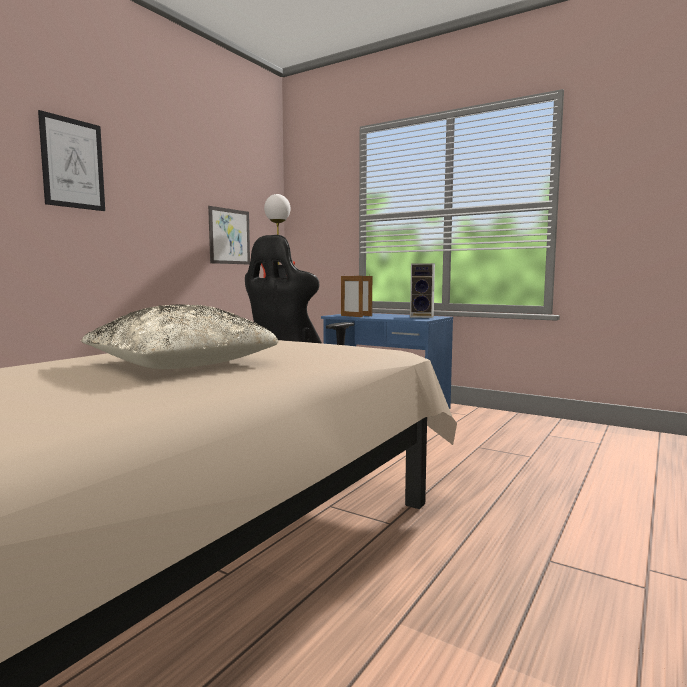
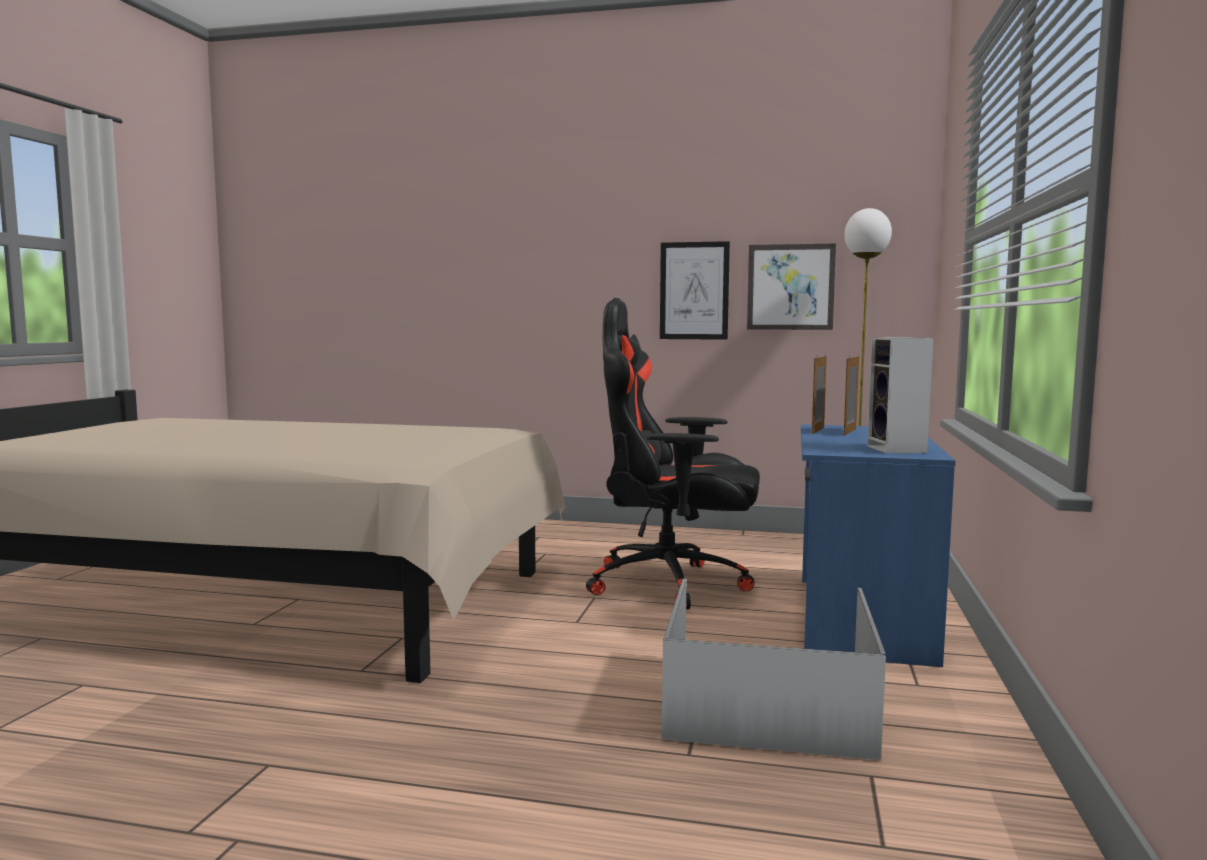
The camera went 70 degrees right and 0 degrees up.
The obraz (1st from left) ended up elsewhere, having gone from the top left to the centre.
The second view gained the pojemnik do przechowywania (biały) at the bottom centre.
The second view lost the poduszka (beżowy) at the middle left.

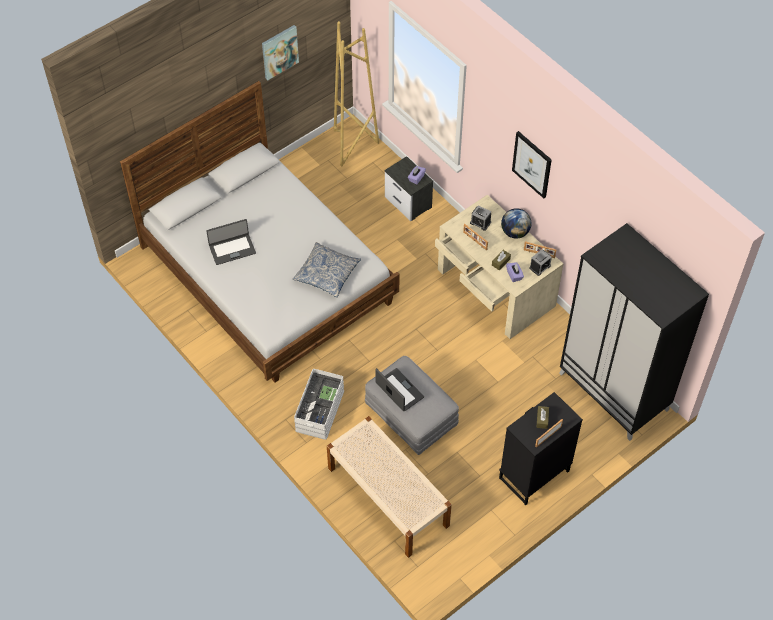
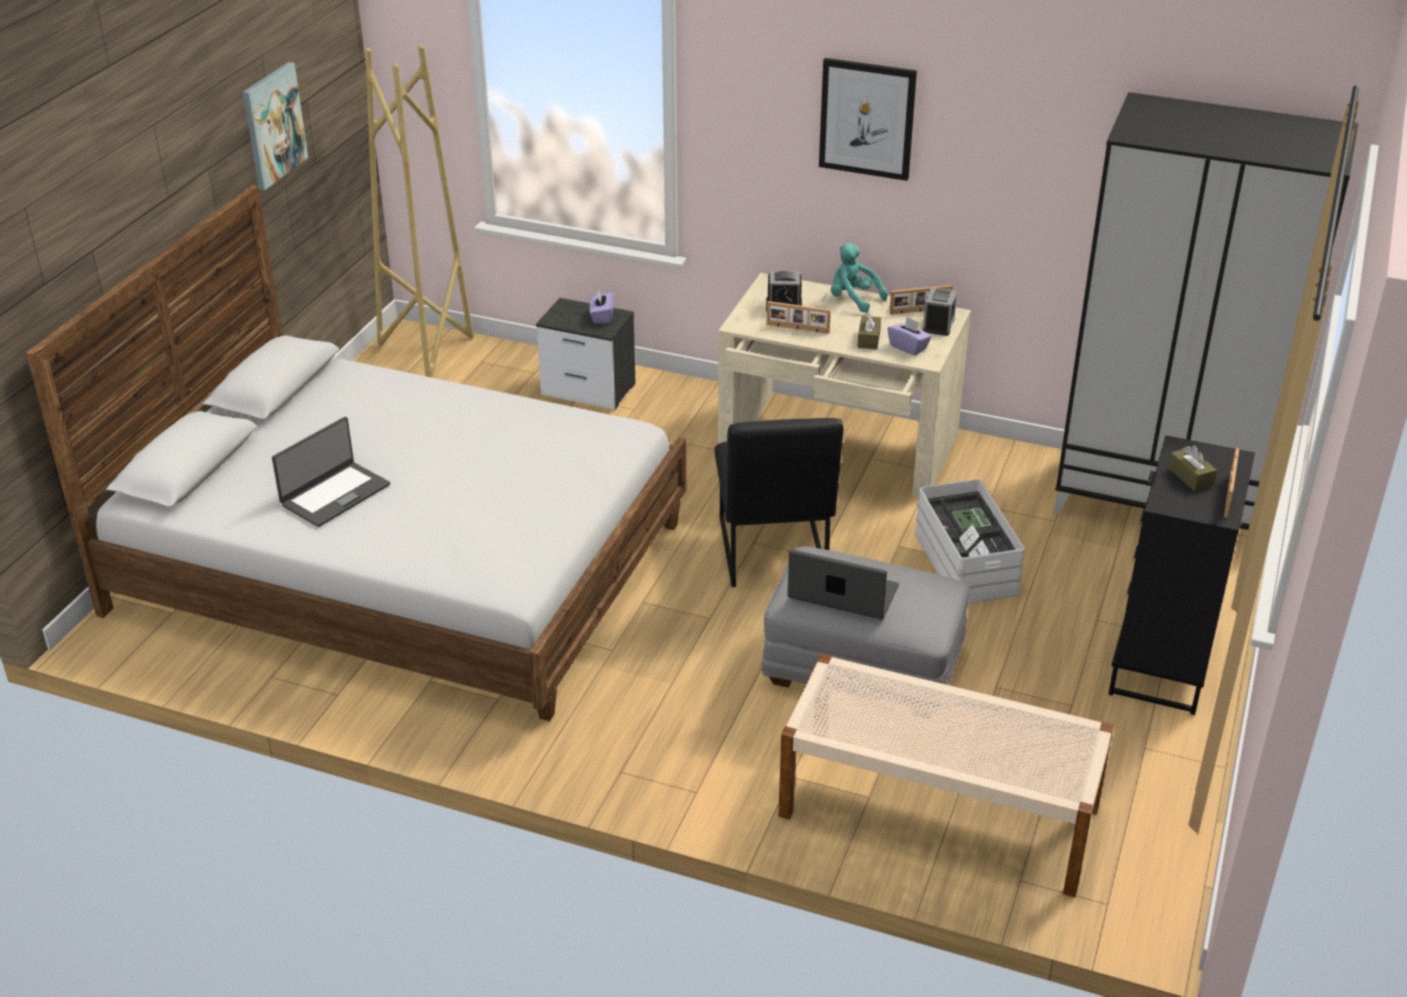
The camera went 30 degrees left and 20 degrees down.
The second view gained the krzesło (czarny) at the centre.
Where the globus stood at the middle right, the pluszak (turkusowy) came to stand at the top centre.
The pojemnik do przechowywania (biały) ended up elsewhere, having gone from the centre to the middle right.
The second view lost the poduszka at the centre.

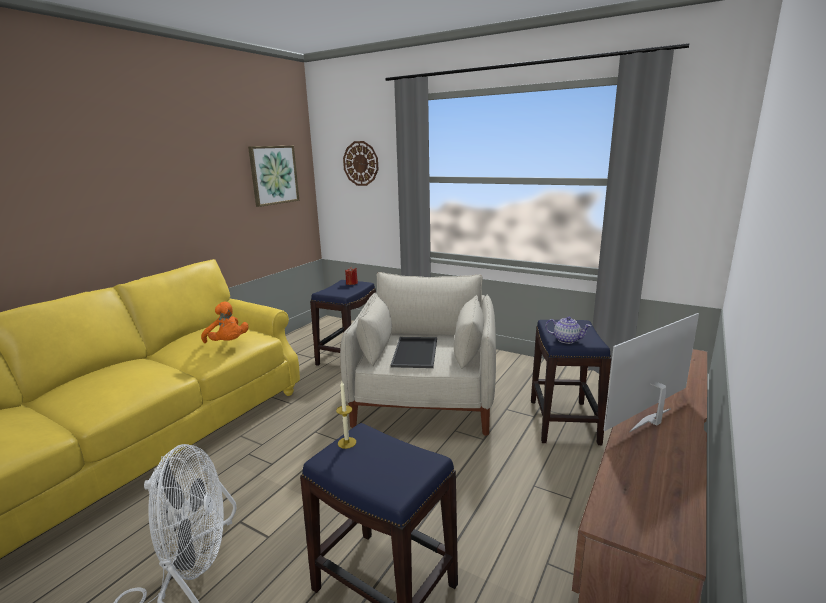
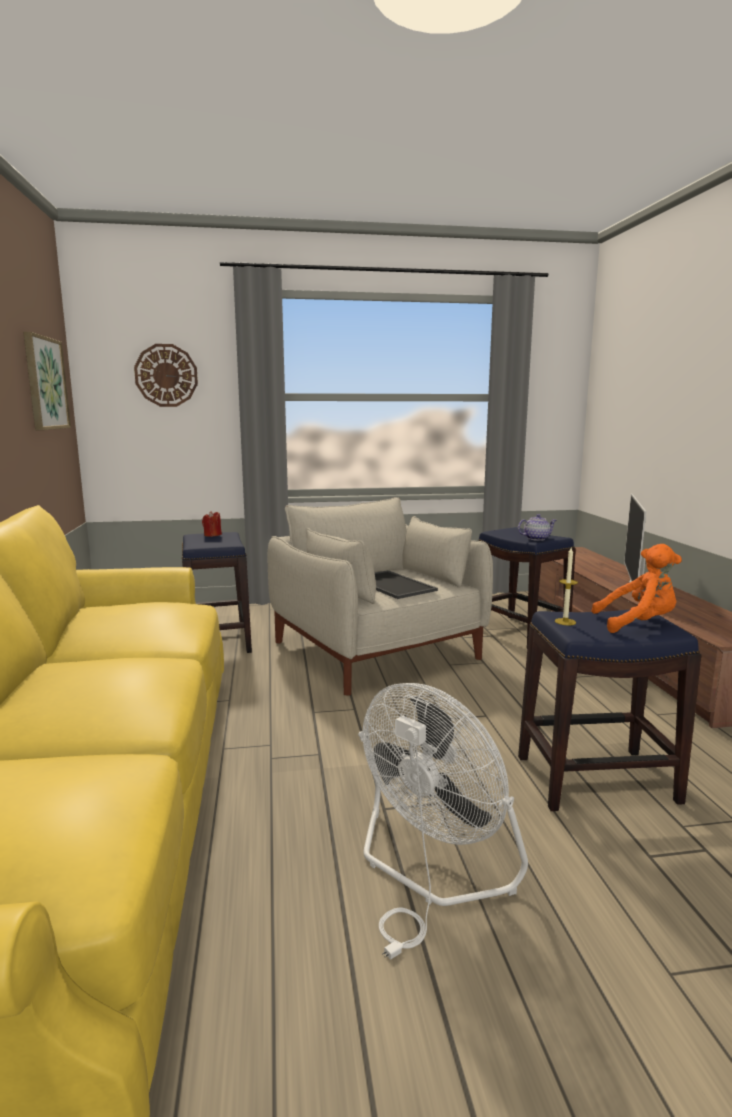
The camera went 40 degrees left and 5 degrees down.
The pluszak (pomarańczowy) ended up elsewhere, having gone from the middle left to the middle right.

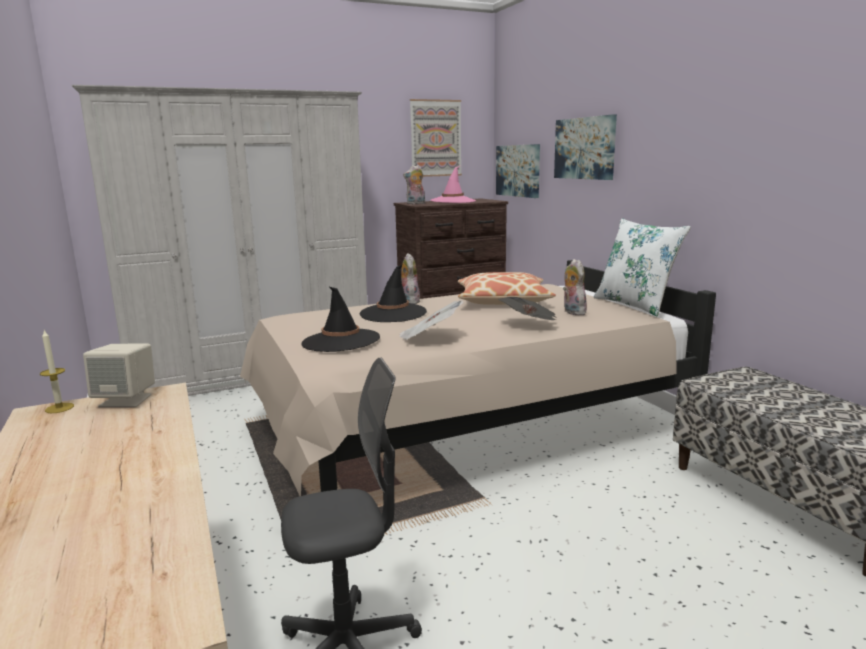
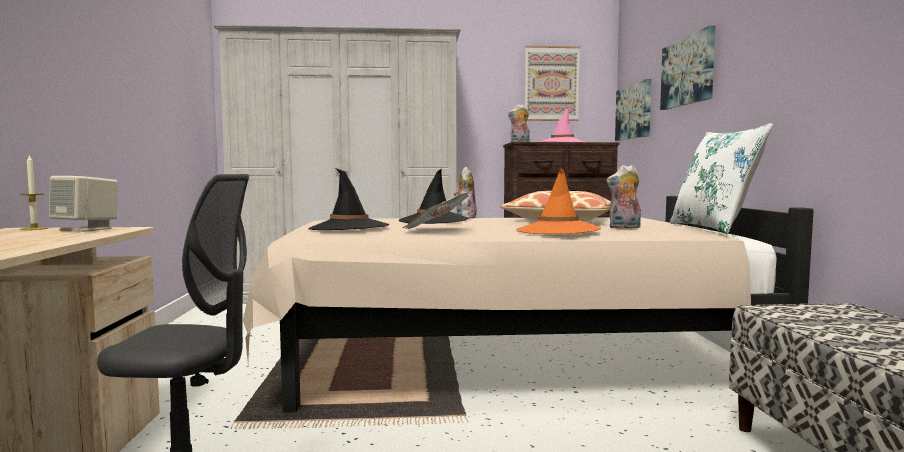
The camera went 20 degrees right and 10 degrees down.
Where the gazeta (2nd from left) stood at the centre, the kapelusz (pomarańczowy) came to stand at the centre.
The pluszak (3rd from left) at the centre ended up facing another way, 105 degrees counterclockwise from before.

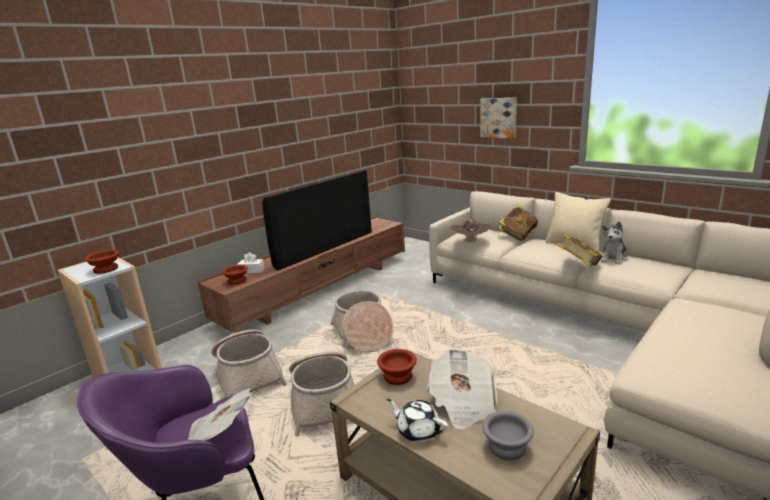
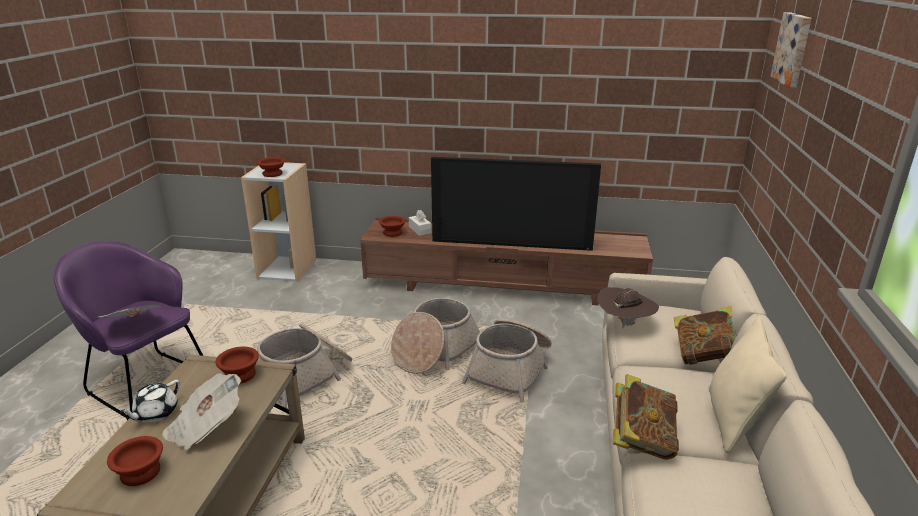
The camera went 55 degrees right and 5 degrees up.
What was the miska (szary) at the bottom centre turned into the miska (brązowy) (1st from left) at the bottom left.
The imbryk (biały) at the bottom centre ended up facing another way, 150 degrees counterclockwise from before.
The koszyk (1st from left in the first image) ended up elsewhere, having gone from the bottom left to the bottom centre.
The obraz ended up elsewhere, having gone from the top centre to the top right.
The second view lost the pluszak at the middle right.

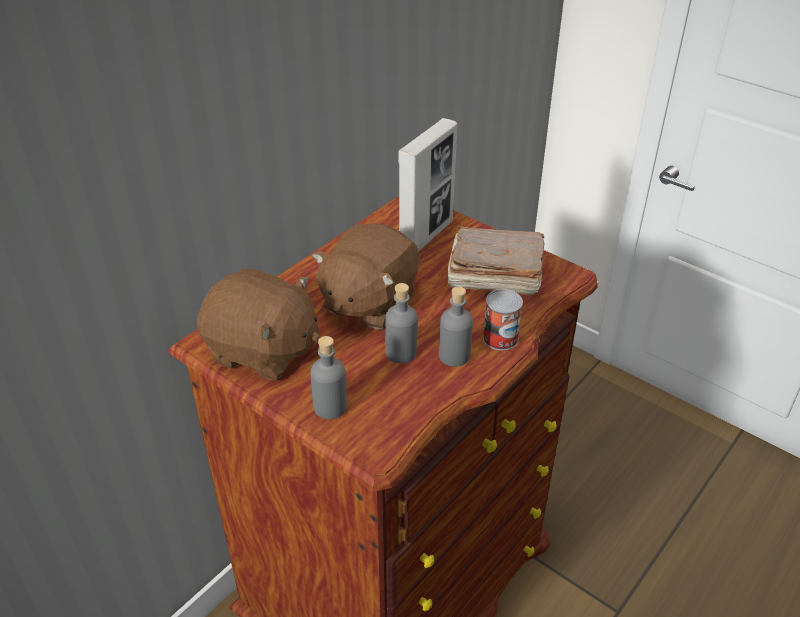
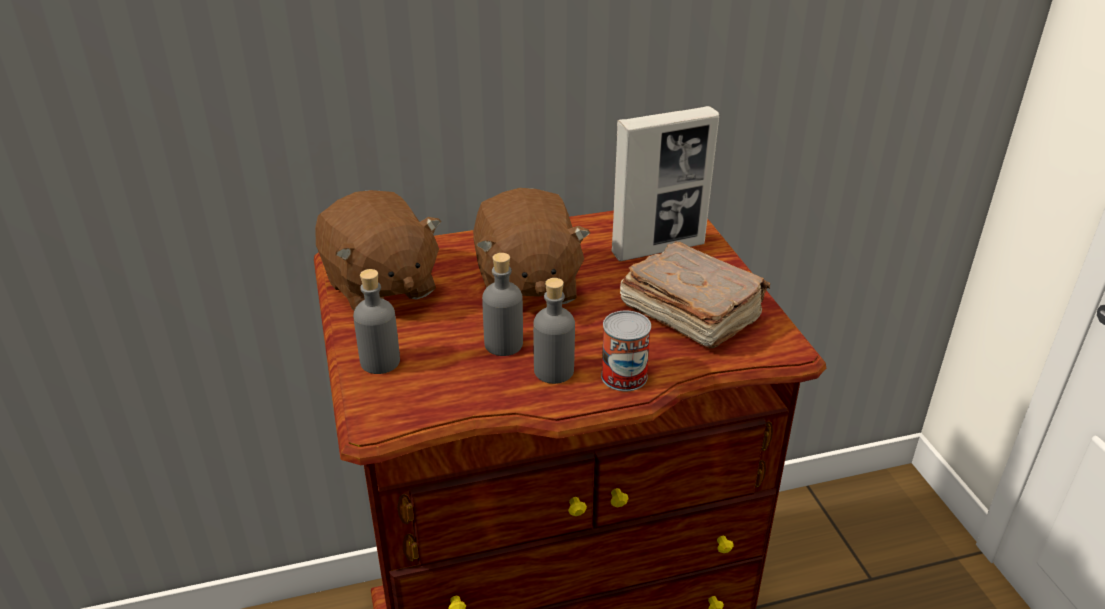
The camera went 35 degrees right and 5 degrees down.
The pluszak (brązowy) (2nd from left) at the centre ended up facing another way, 75 degrees counterclockwise from before.

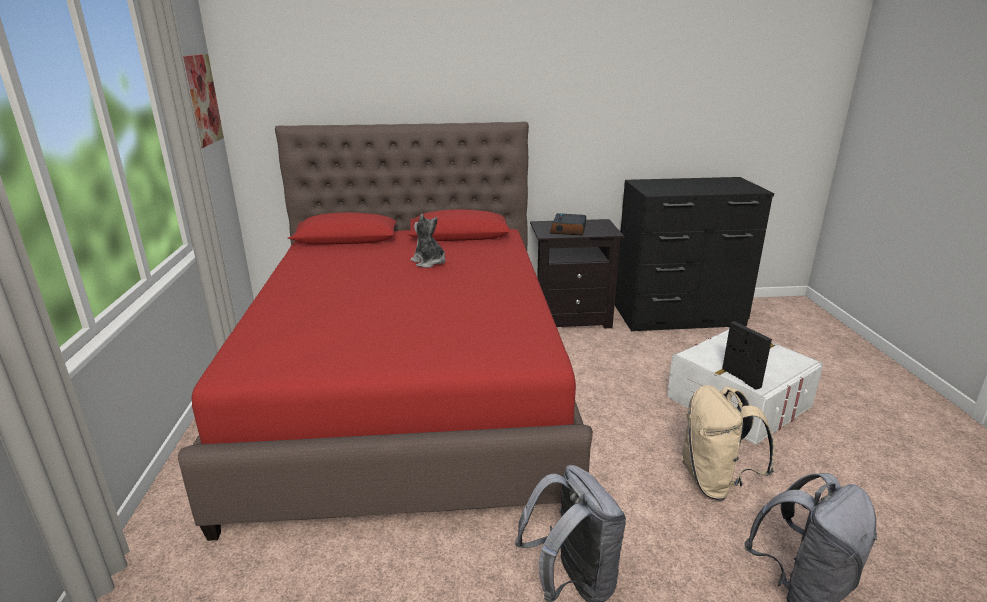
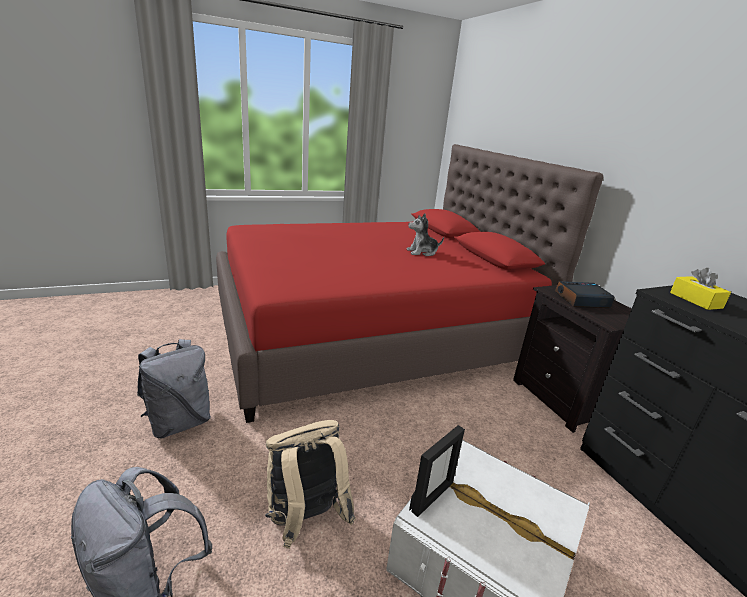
The camera went 70 degrees right and 0 degrees up.
The pluszak at the centre ended up facing another way, 135 degrees counterclockwise from before.
The second view gained the pudełko chusteczek (żółty) at the middle right.
The second view lost the obraz at the top left.

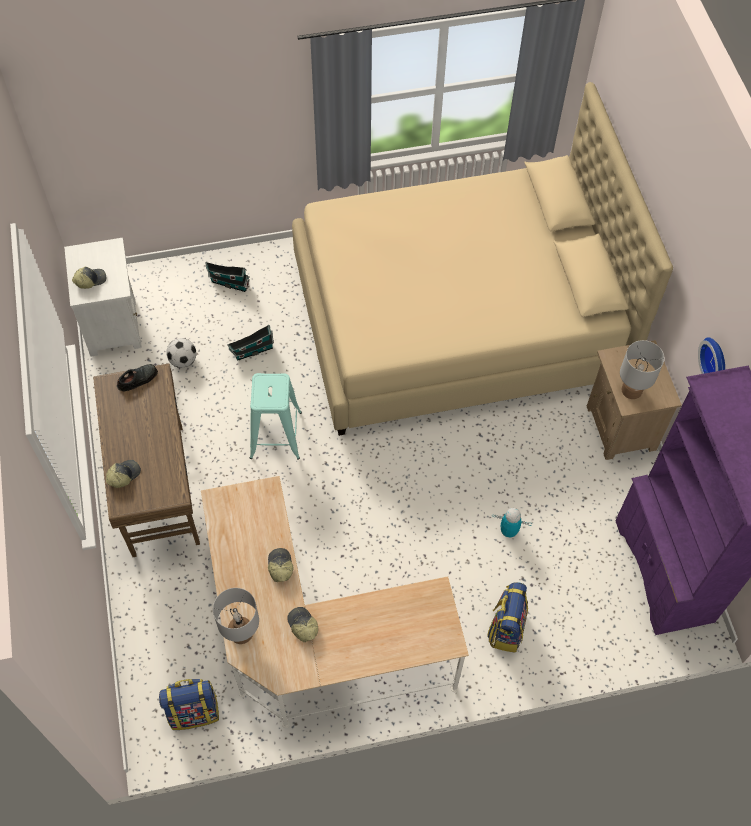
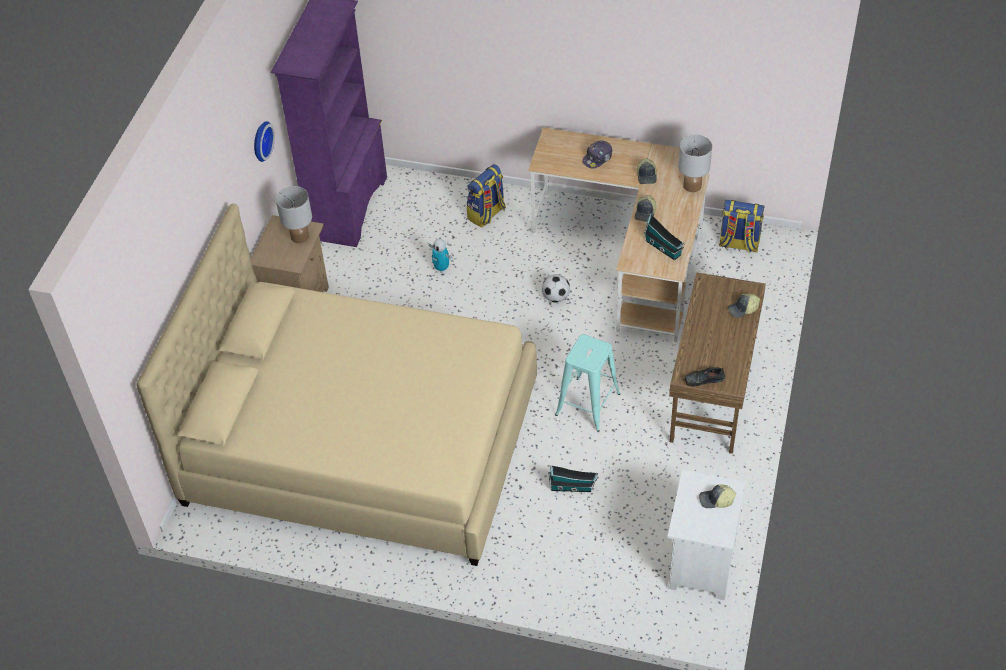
The camera went 150 degrees left and 10 degrees down.
The piłka futbolowa ended up elsewhere, having gone from the middle left to the centre.
The second view gained the czapka z daszkiem (1st from left) at the top centre.
The domek (1st from left in the first image) ended up elsewhere, having gone from the middle left to the centre.

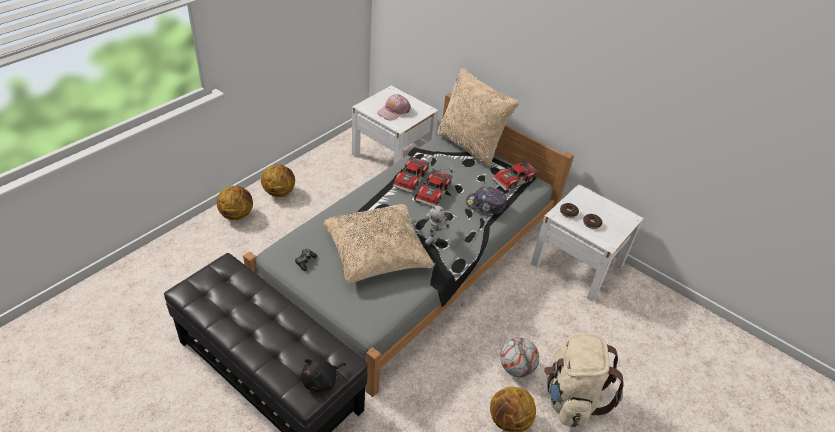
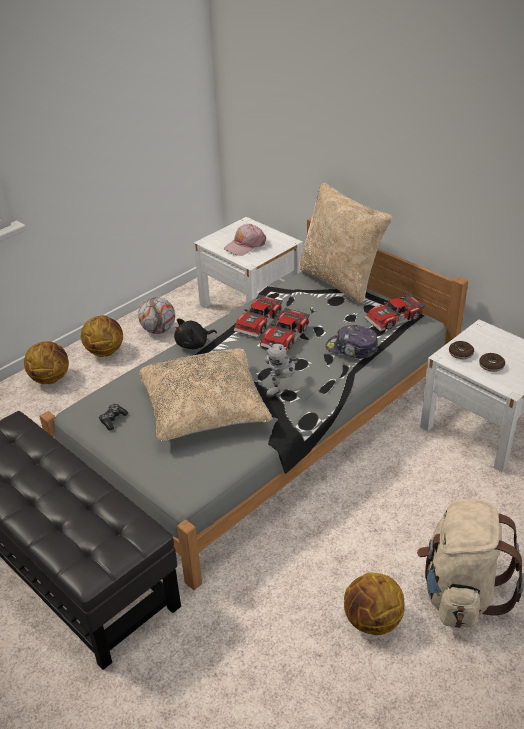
The camera went 10 degrees right and 5 degrees down.
The piłka futbolowa ended up elsewhere, having gone from the bottom centre to the middle left.
The pluszak (czarny) ended up elsewhere, having gone from the bottom centre to the centre.

